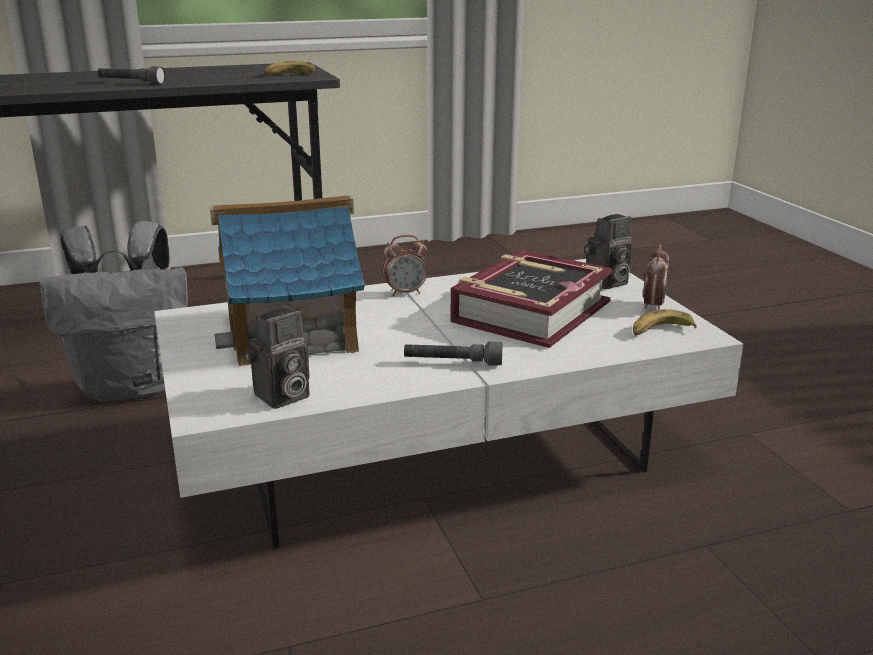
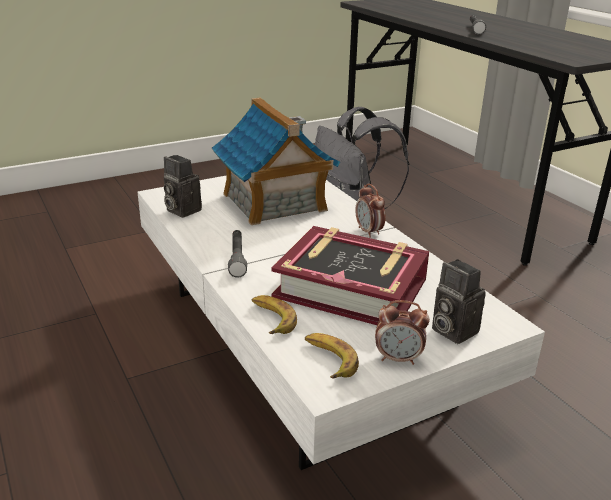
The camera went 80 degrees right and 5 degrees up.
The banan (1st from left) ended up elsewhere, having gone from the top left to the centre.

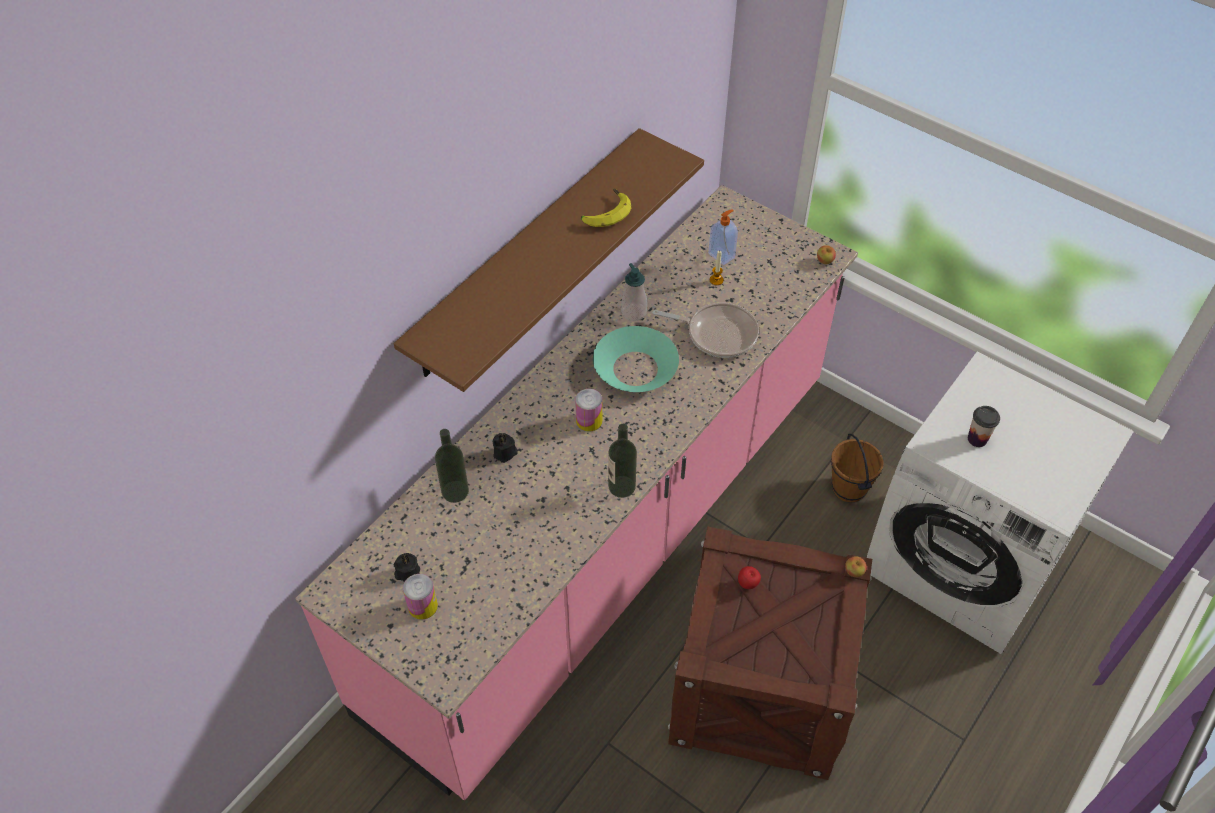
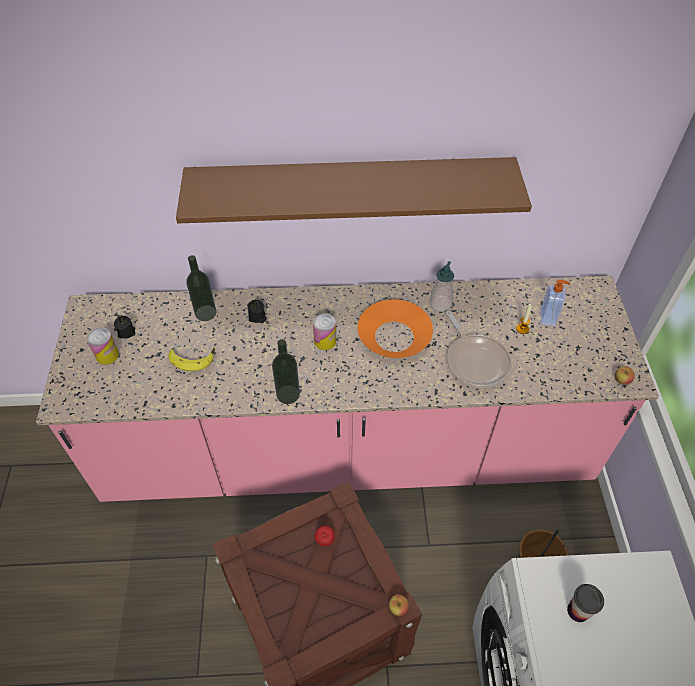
The camera went 50 degrees right and 0 degrees up.
The banan ended up elsewhere, having gone from the top centre to the middle left.
What was the miska (turkusowy) at the centre turned into the miska (pomarańczowy) at the centre.

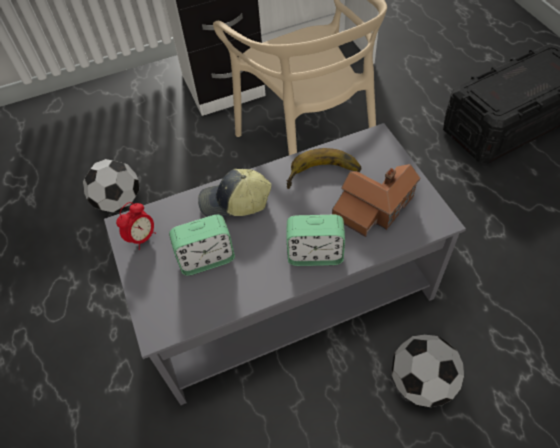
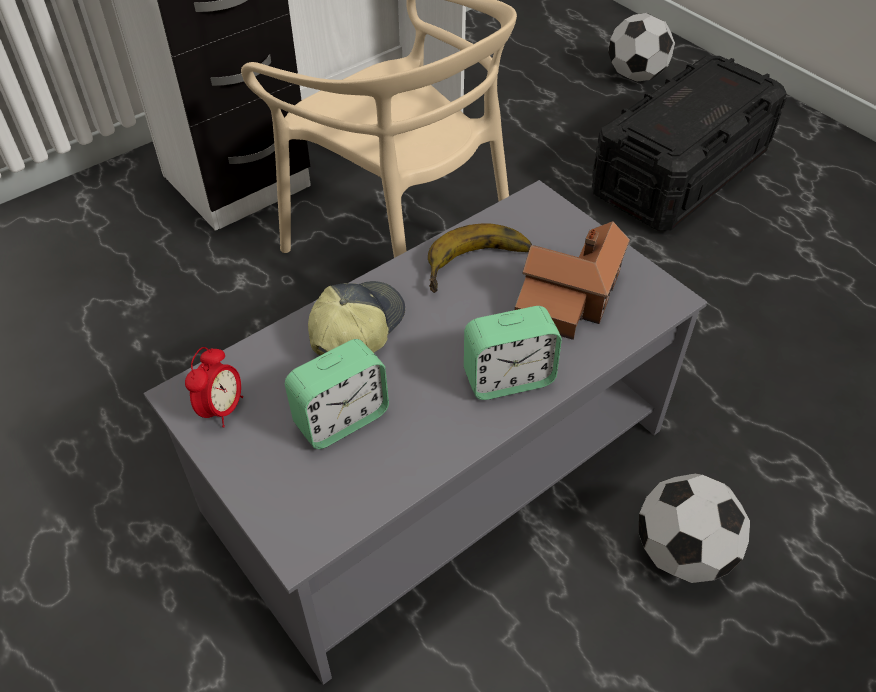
The camera went 20 degrees left and 5 degrees down.
The czapka z daszkiem at the centre ended up facing another way, 135 degrees clockwise from before.
The piłka futbolowa (1st from left) ended up elsewhere, having gone from the middle left to the top right.

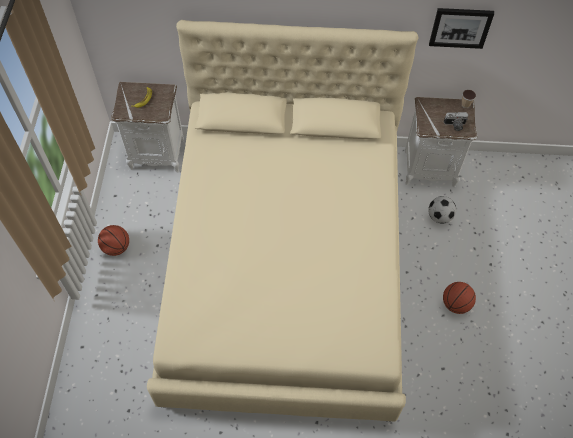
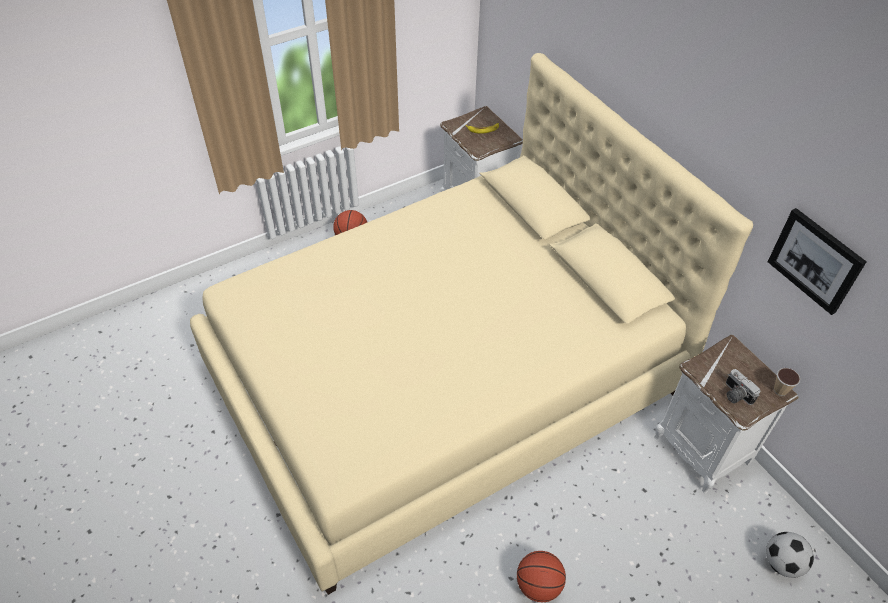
The camera went 55 degrees right and 10 degrees down.
The piłka futbolowa ended up elsewhere, having gone from the middle right to the bottom right.

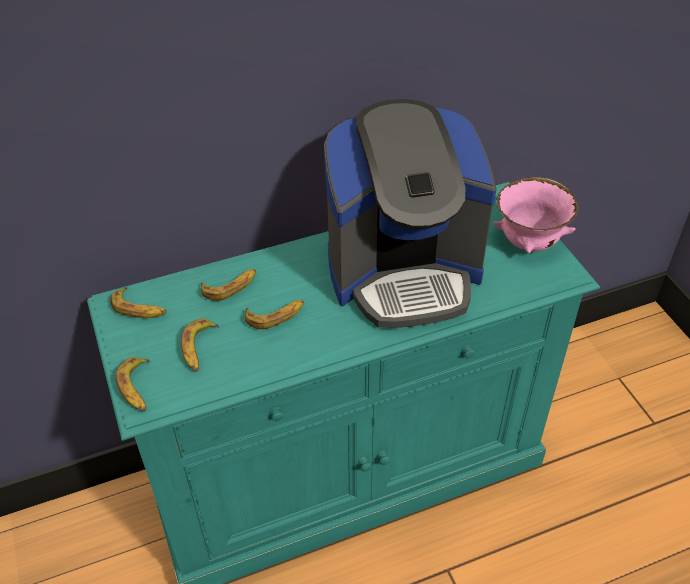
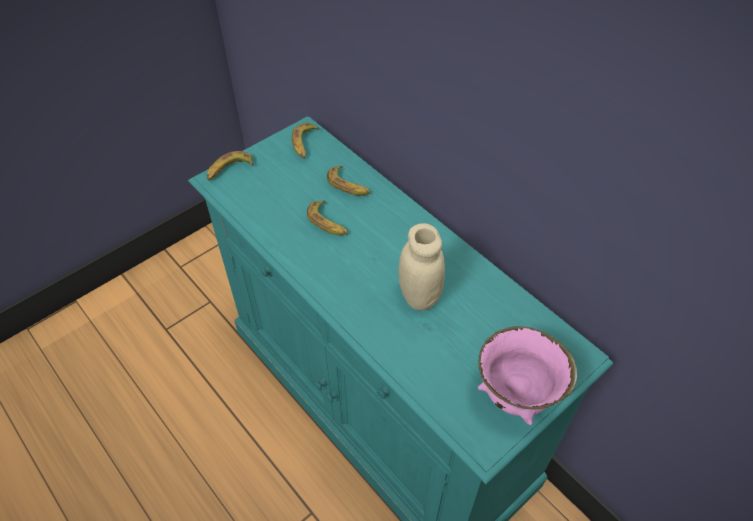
The camera went 70 degrees right and 5 degrees up.
Where the ekspres do kawy stood at the centre, the słoik (beżowy) came to stand at the centre.
The second view lost the banan (3rd from left) at the middle left.

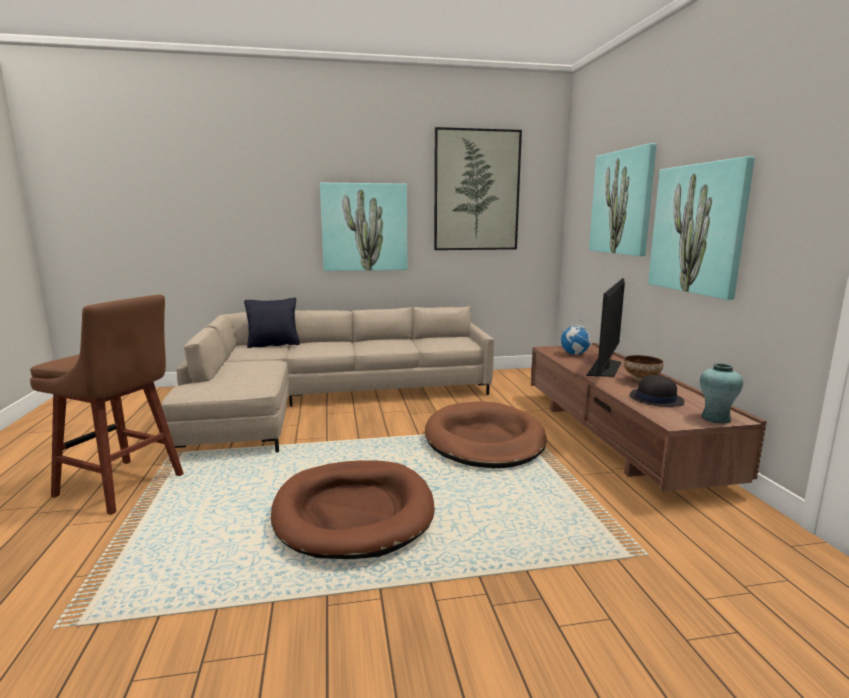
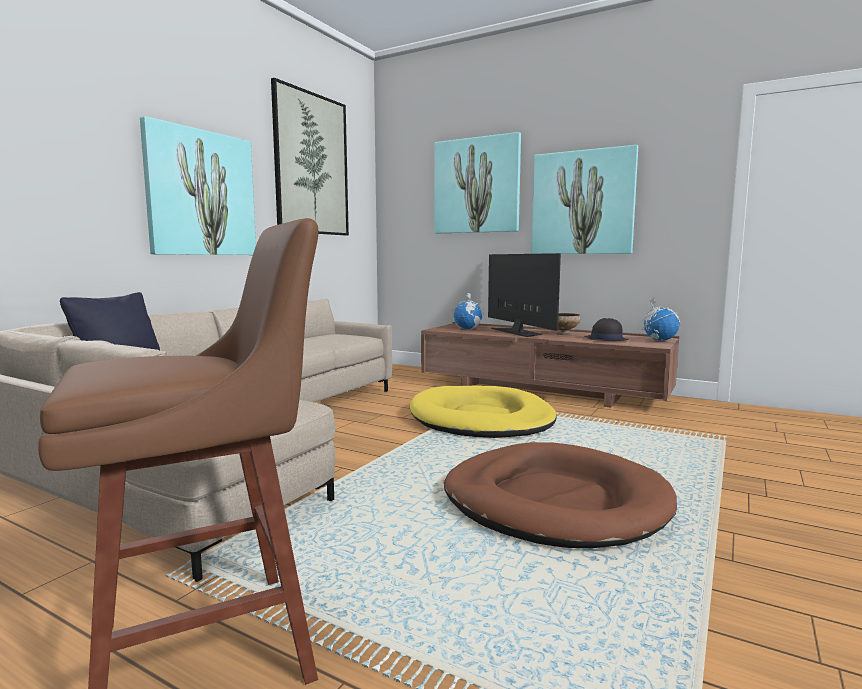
The camera went 50 degrees left and 5 degrees down.
What was the legowisko (brązowy) (2nd from left) at the centre turned into the legowisko (żółty) at the centre.
Where the wazon (turkusowy) stood at the middle right, the globus (2nd from left) came to stand at the middle right.

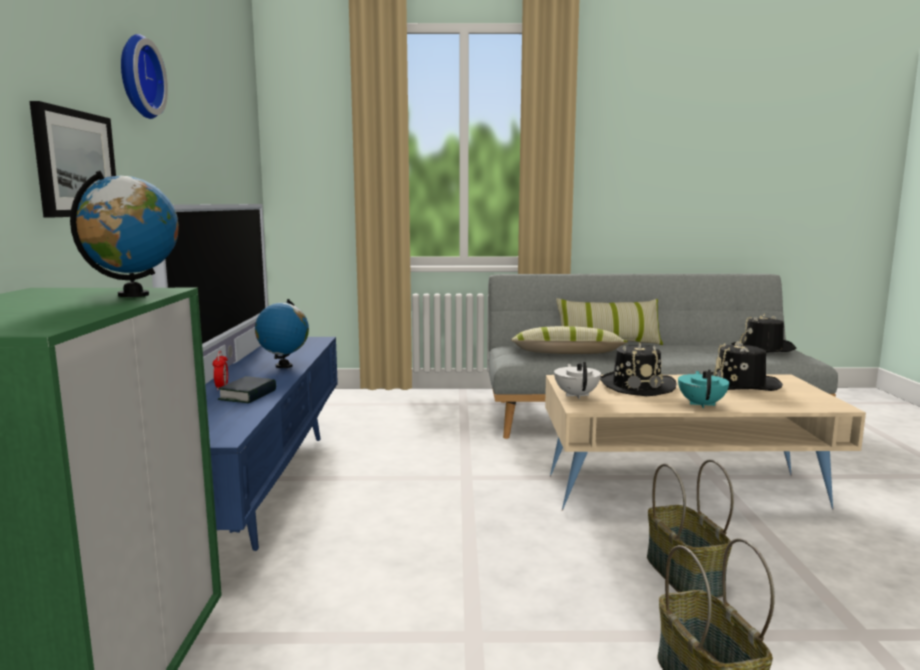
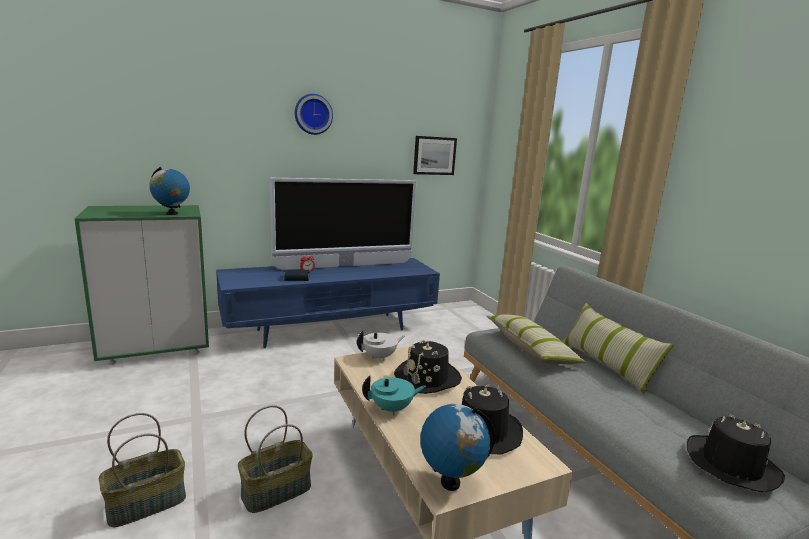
The camera went 65 degrees right and 5 degrees up.
The obraz ended up elsewhere, having gone from the top left to the top centre.
The globus (2nd from left) ended up elsewhere, having gone from the middle left to the bottom centre.

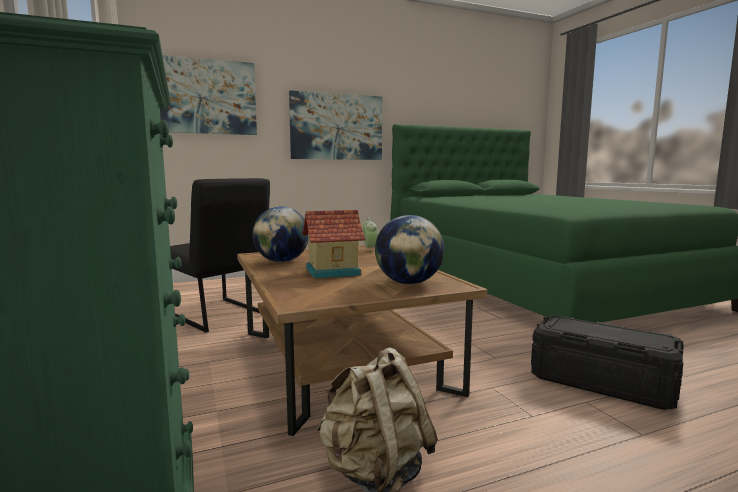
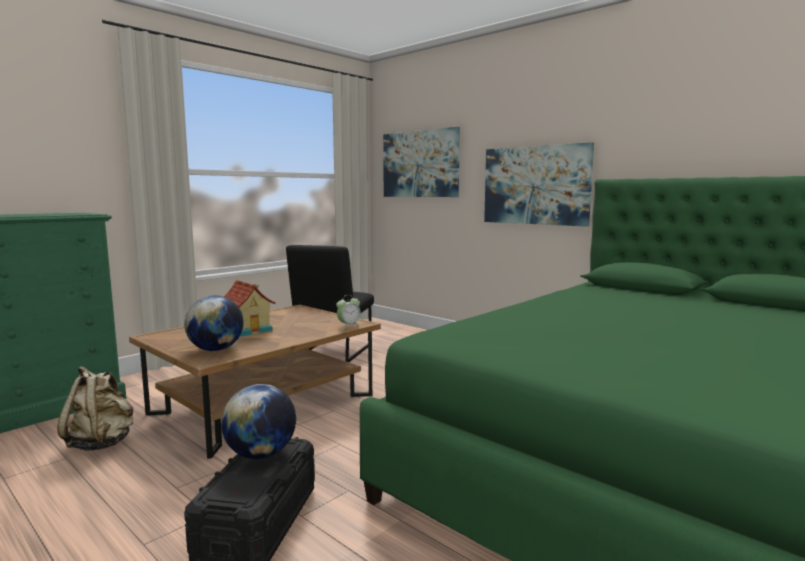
The camera went 65 degrees right and 0 degrees up.
The globus (1st from left in the first image) ended up elsewhere, having gone from the centre to the bottom left.

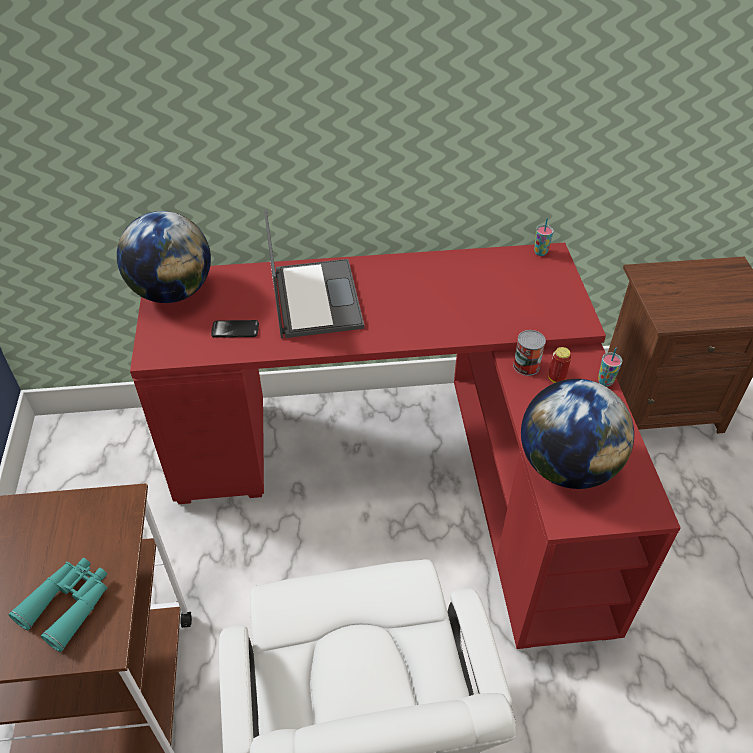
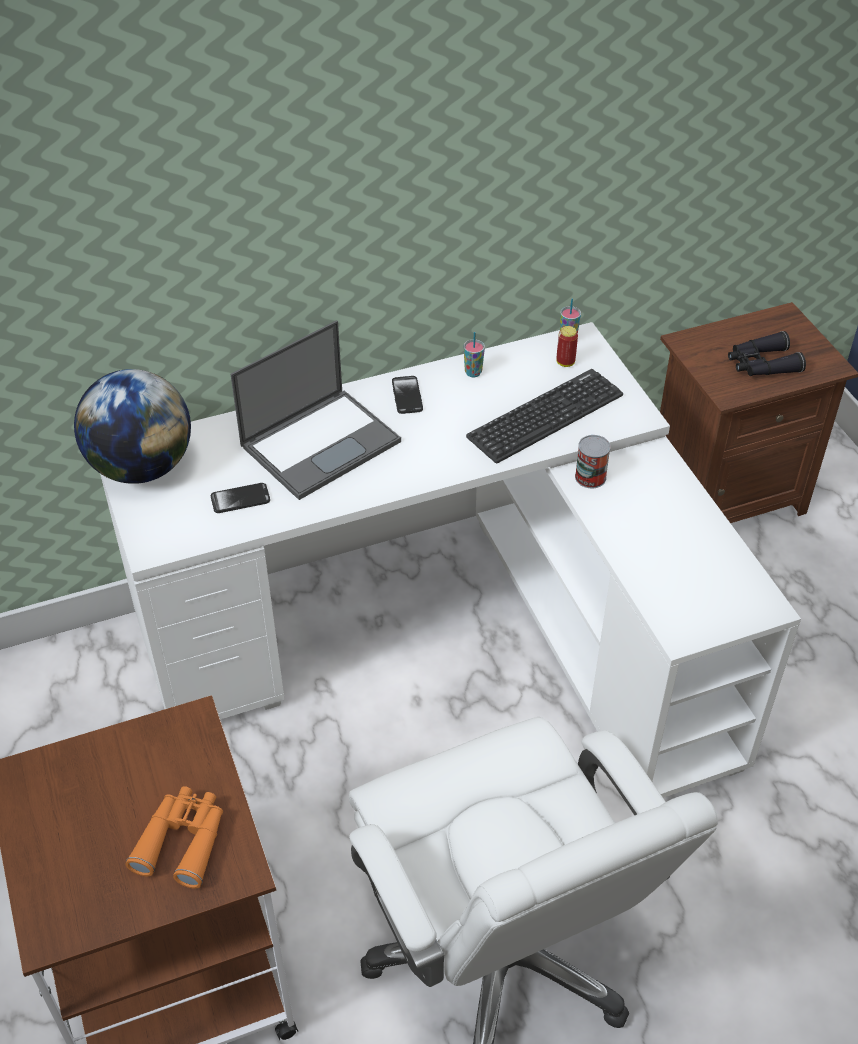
The camera went 15 degrees left and 0 degrees up.
What was the biurko (czerwony) at the centre turned into the biurko (biały) at the centre.
What was the lornetka (turkusowy) at the bottom left turned into the lornetka (pomarańczowy) at the bottom left.
The laptop at the centre ended up facing another way, 75 degrees clockwise from before.
The second view gained the telefon (2nd from left) at the centre.
The filiżanka (2nd from left in the first image) ended up elsewhere, having gone from the middle right to the centre.
The second view gained the klawiatura at the centre.
The puszka (2nd from left in the first image) ended up elsewhere, having gone from the middle right to the top centre.
The second view gained the lornetka (czarny) at the middle right.
The second view lost the globus (2nd from left) at the middle right.

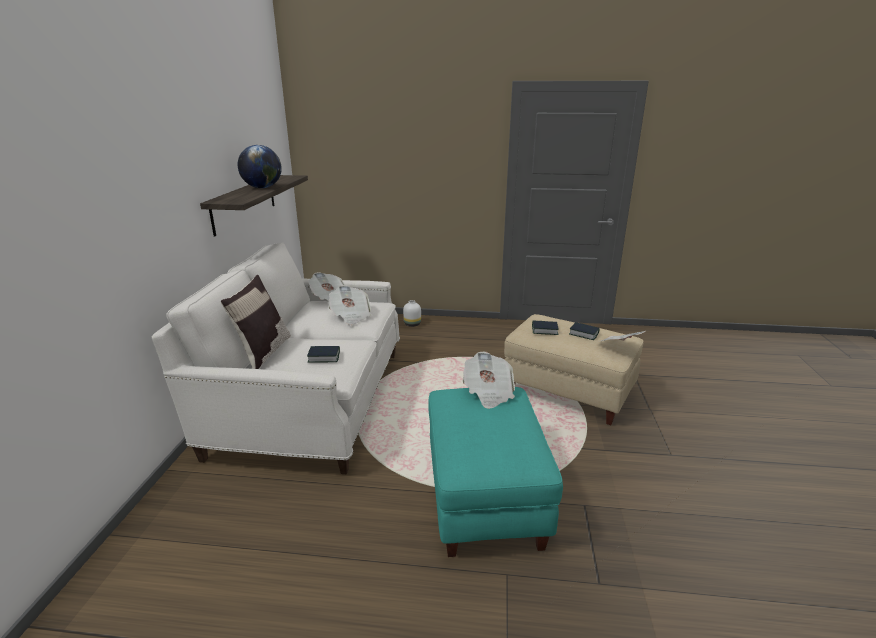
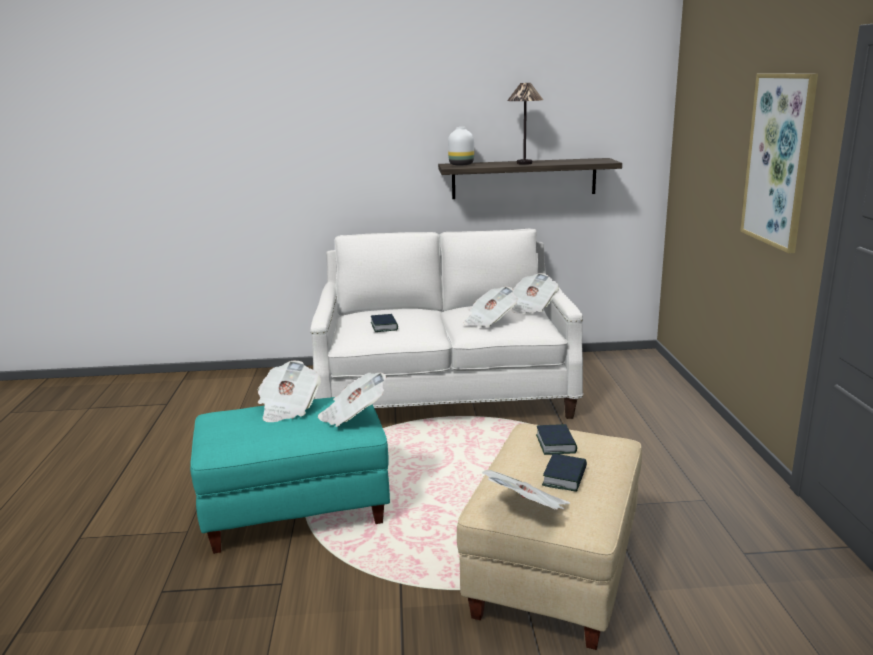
The camera went 80 degrees right and 5 degrees down.
The second view gained the gazeta (1st from left) at the middle left.
The wazon (biały) ended up elsewhere, having gone from the centre to the top centre.
Where the globus stood at the top left, the lampa stołowa came to stand at the top centre.
The second view gained the obraz at the top right.
The second view lost the poduszka at the middle left.

